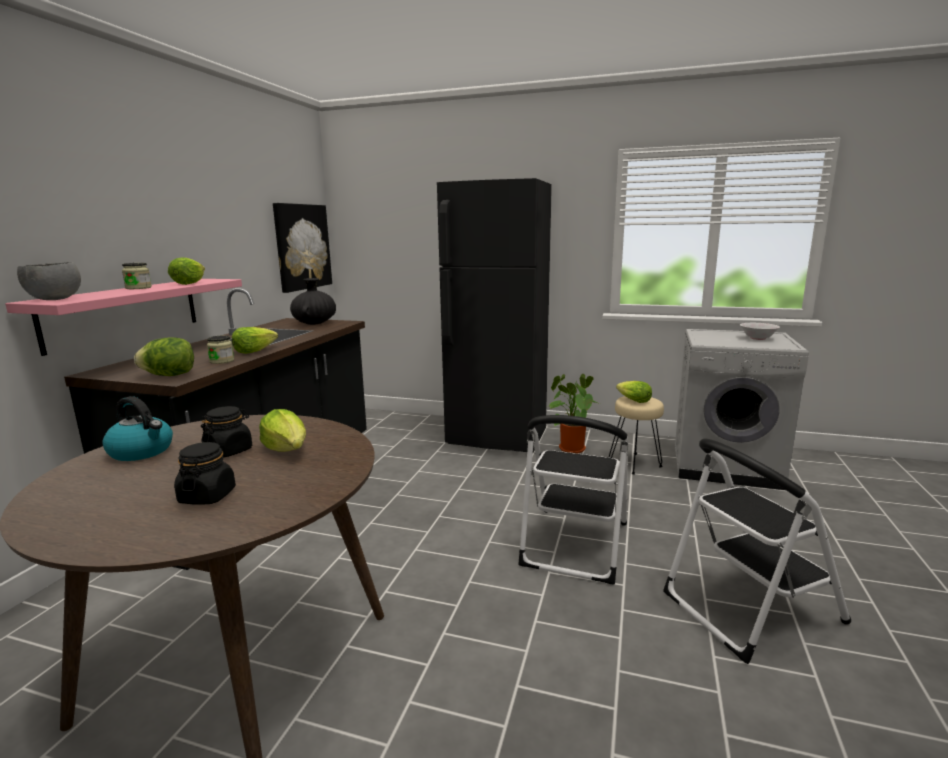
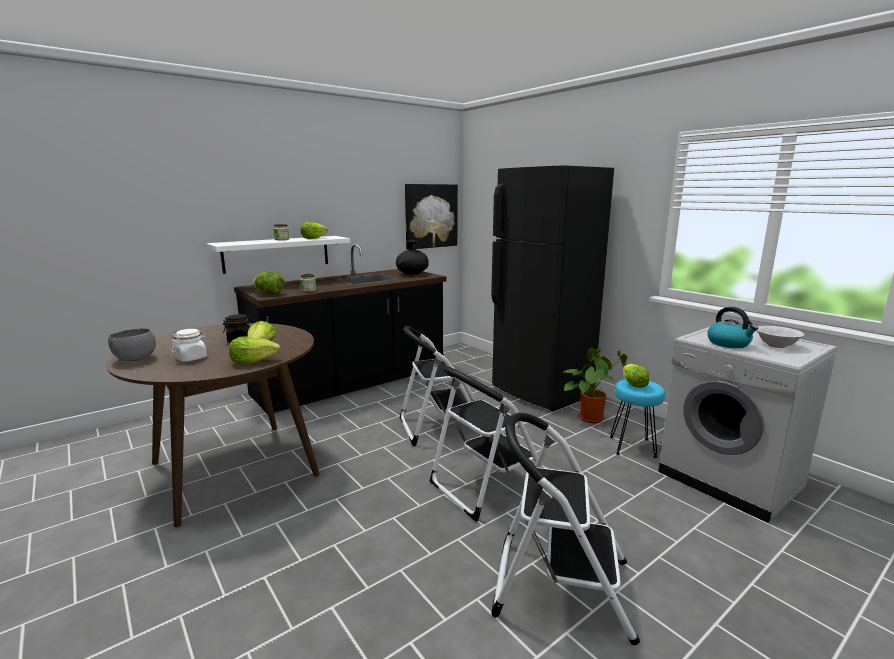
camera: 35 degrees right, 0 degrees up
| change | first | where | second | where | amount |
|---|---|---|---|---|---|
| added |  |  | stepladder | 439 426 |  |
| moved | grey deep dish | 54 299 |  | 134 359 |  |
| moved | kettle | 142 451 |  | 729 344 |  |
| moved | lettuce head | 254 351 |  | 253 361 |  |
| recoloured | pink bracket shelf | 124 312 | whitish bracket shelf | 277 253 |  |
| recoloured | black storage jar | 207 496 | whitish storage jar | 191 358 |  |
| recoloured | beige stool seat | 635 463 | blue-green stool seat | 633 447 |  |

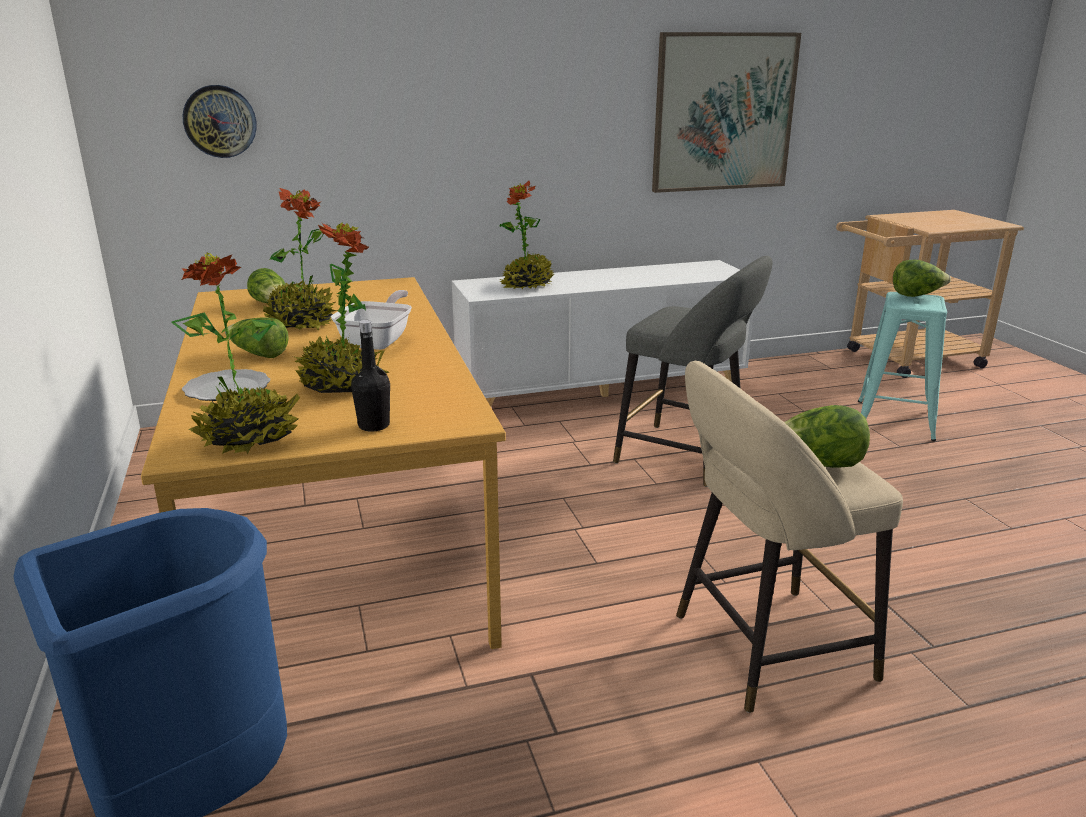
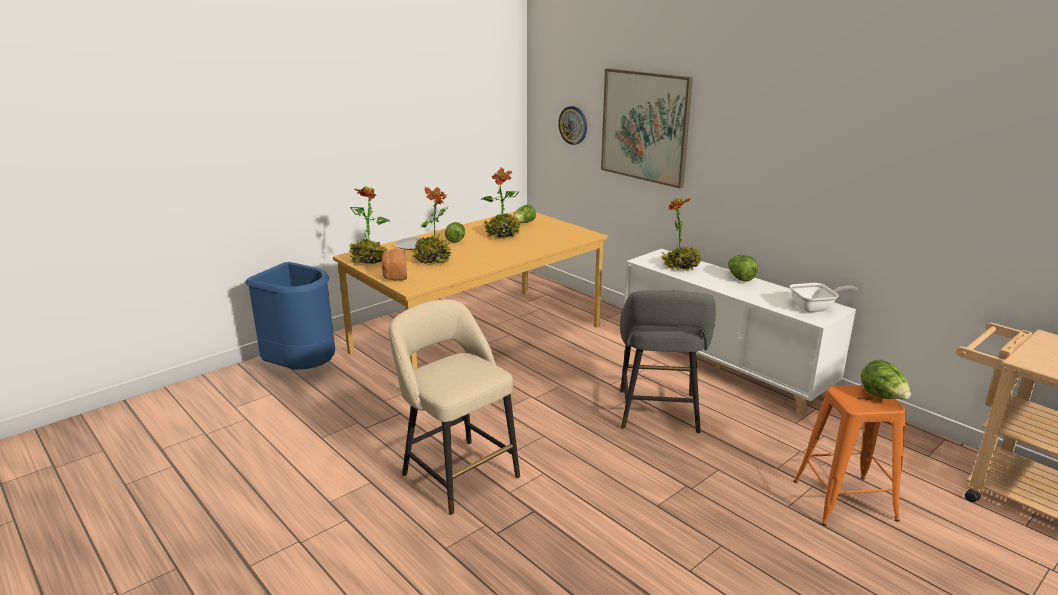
camera: 65 degrees right, 0 degrees up
| change | first | where | second | where | amount |
|---|---|---|---|---|---|
| moved | pan | 379 341 |  | 815 308 |  |
| moved | picture | 723 112 |  | 645 126 |  |
| moved | lettuce head | 819 464 |  | 740 278 |  |
| replaced | black beverage bottle | 374 425 | bread | 394 274 |  |
| recoloured | blue-green stool seat | 894 420 | orangey stool seat | 844 500 |  |

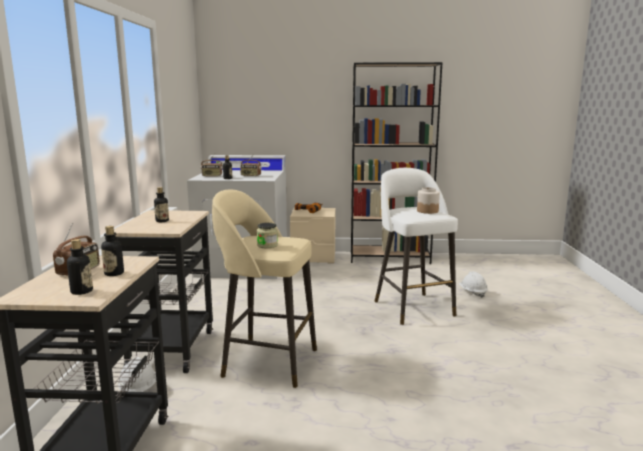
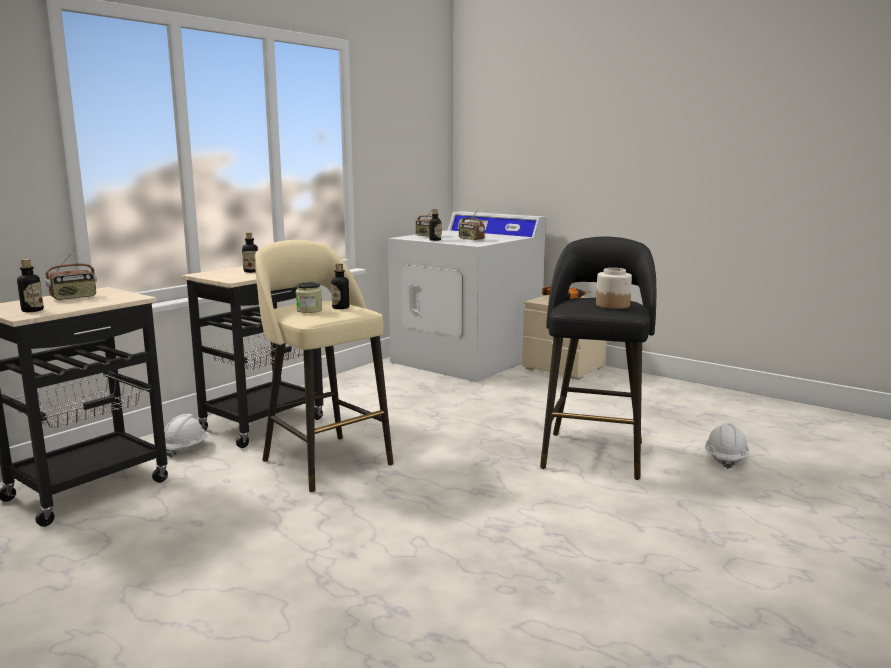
camera: 35 degrees right, 0 degrees up
| change | first | where | second | where | amount |
|---|---|---|---|---|---|
| removed | beige bookshelf | 390 257 |  |  |  |
| moved | beverage bottle | 114 273 |  | 340 308 |  |
| recoloured | whitish stool seat | 412 307 | black stool seat | 594 453 |  |

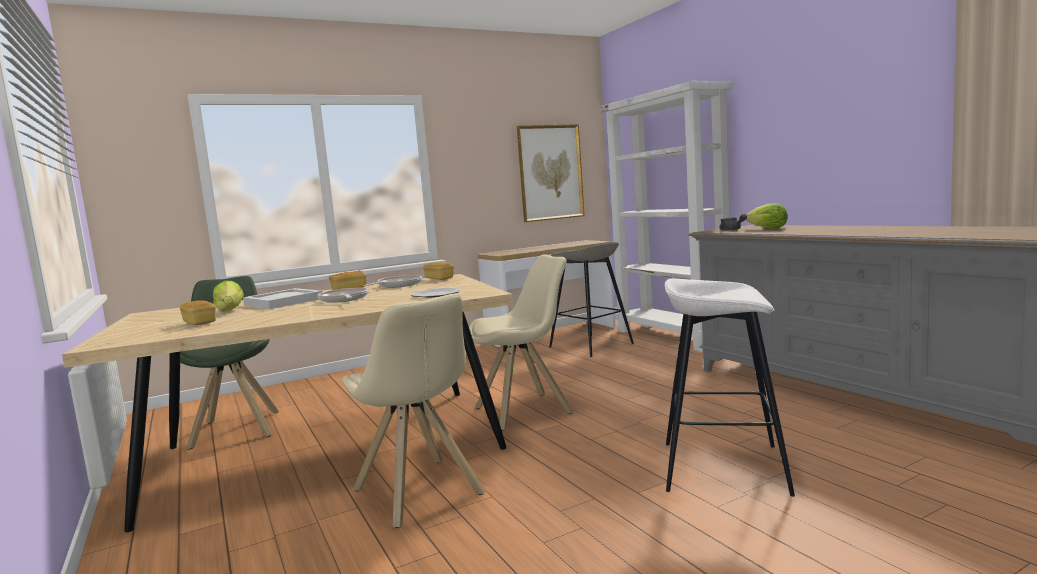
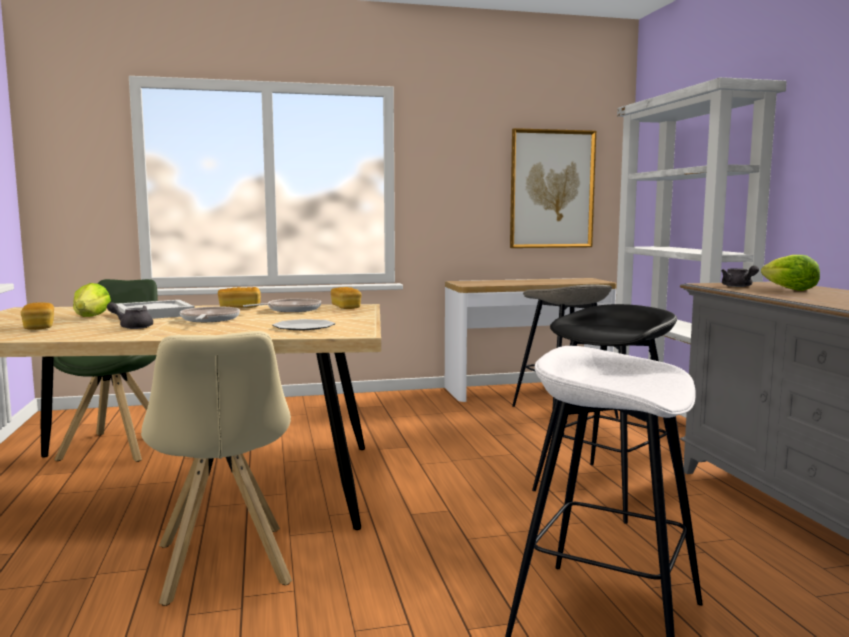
camera: 15 degrees right, 0 degrees up
| change | first | where | second | where | amount |
|---|---|---|---|---|---|
| removed | beige upright chair | 524 410 |  |  |  |
| added |  |  | grey tea pot | 133 327 |  |
| added |  |  | black stool seat | 608 490 |  |

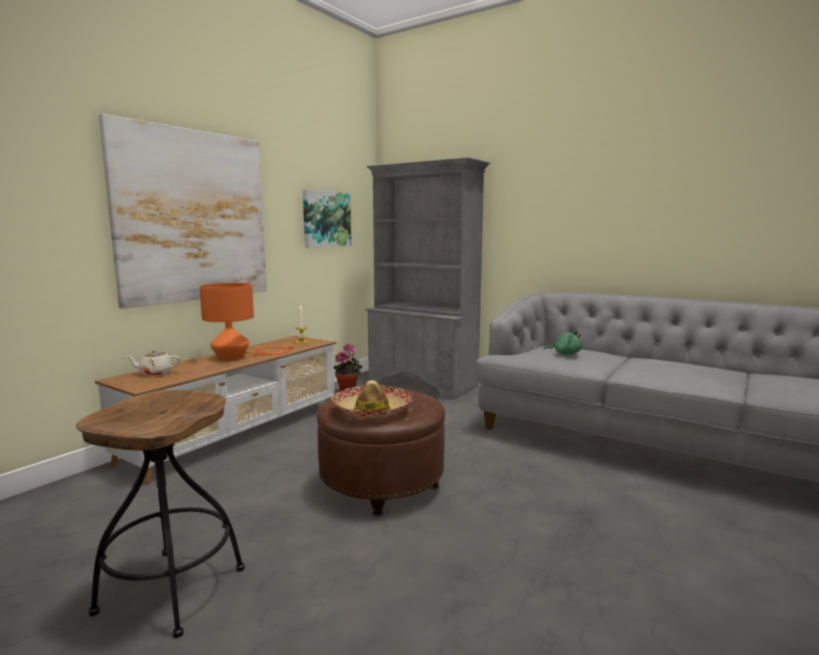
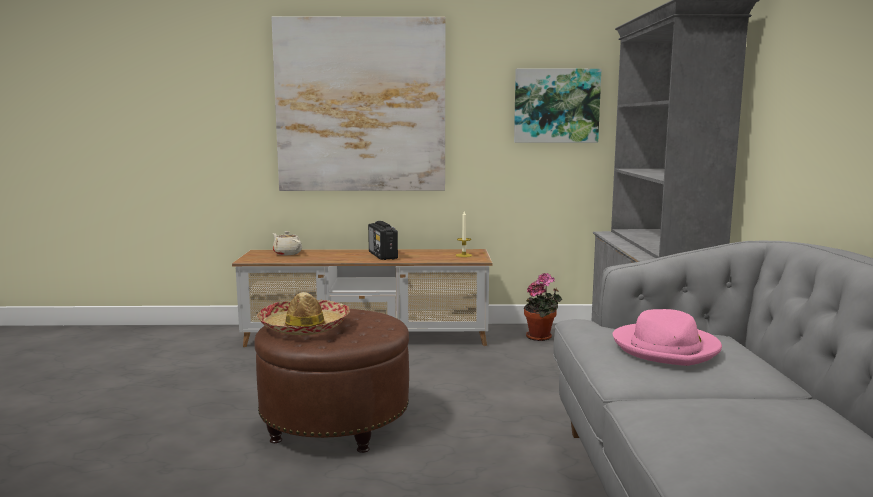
camera: 55 degrees right, 0 degrees up
| change | first | where | second | where | amount |
|---|---|---|---|---|---|
| removed | brown stool seat | 172 589 |  |  |  |
| replaced | orangey lamp for a table | 248 354 | radio receiver | 383 255 |  |
| replaced | green soft toy | 565 354 | pink clothing hat | 666 348 |  |

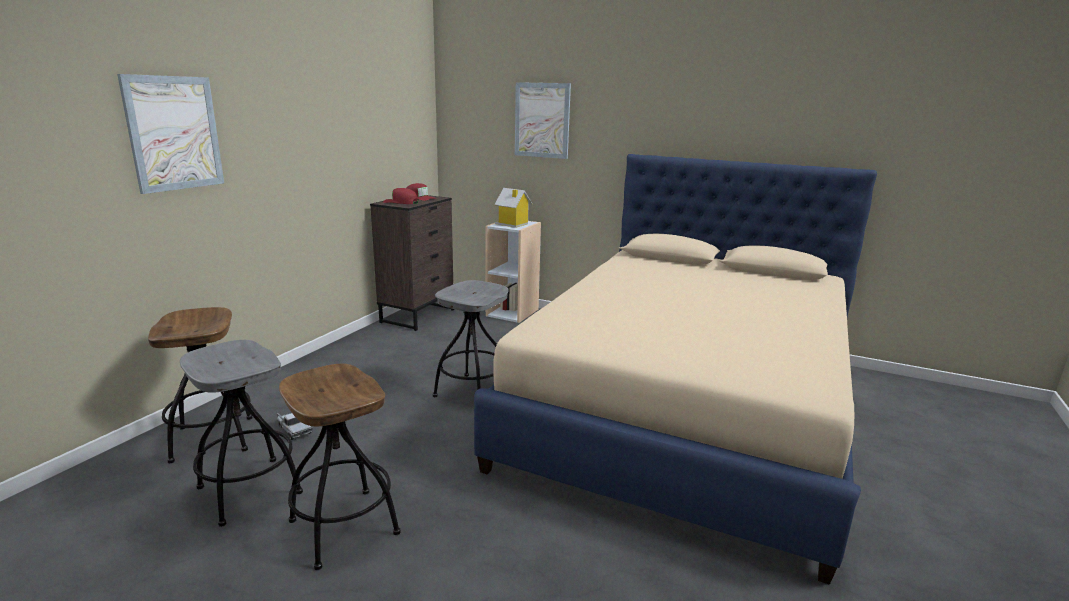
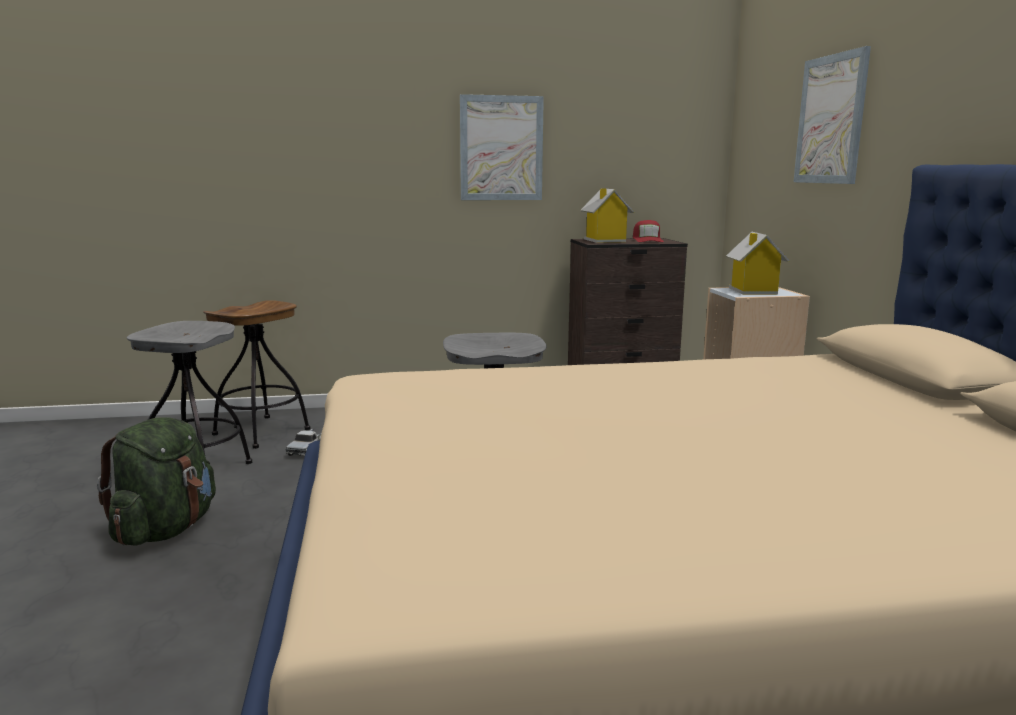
camera: 55 degrees right, 5 degrees down
| change | first | where | second | where | amount |
|---|---|---|---|---|---|
| moved | picture | 174 133 |  | 501 148 |  |
| replaced | brown stool seat | 344 526 | green backpack | 165 530 |  |
| replaced | red-coloured baseball cap | 401 202 | model house | 604 241 |  |

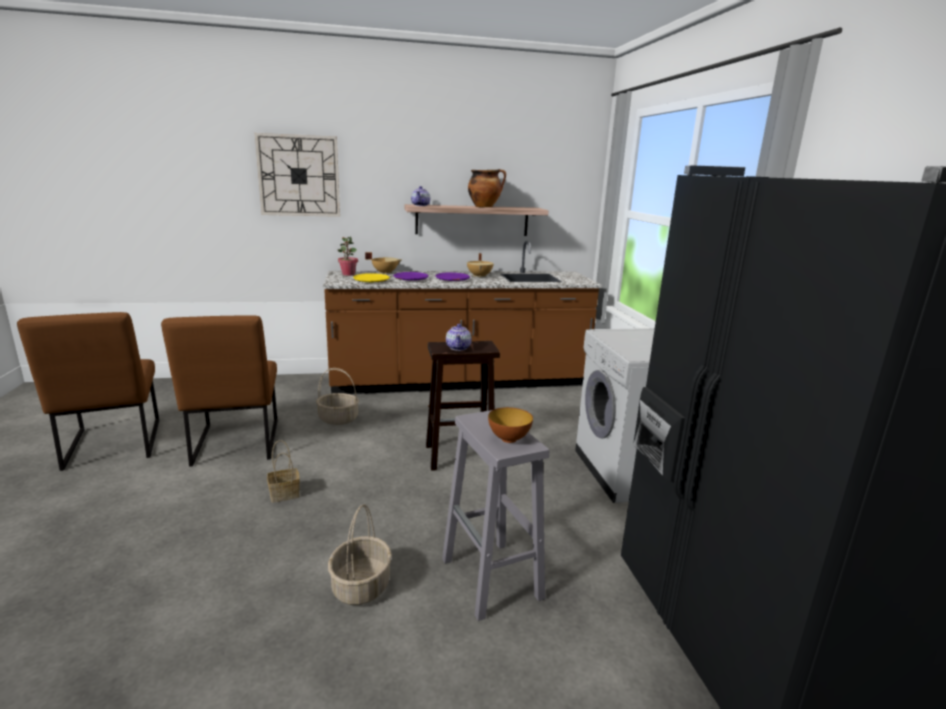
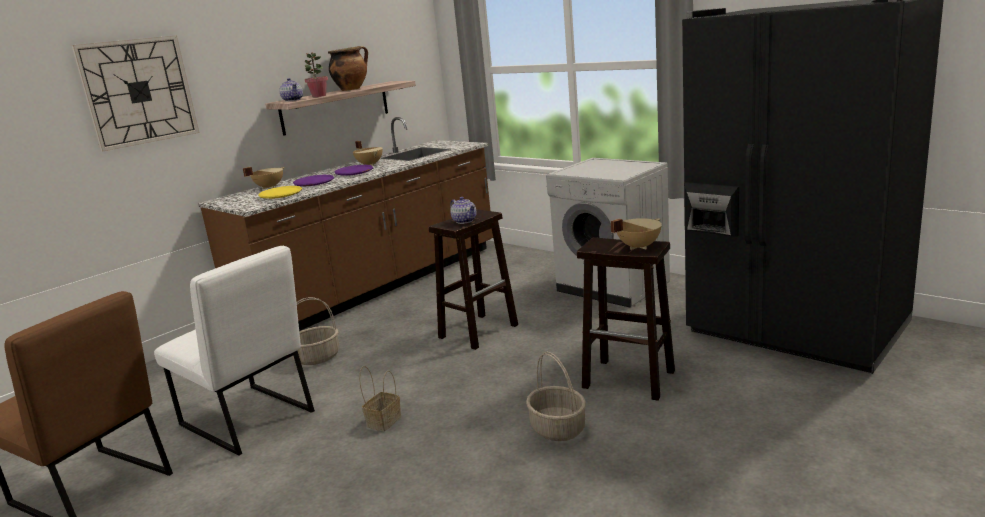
camera: 35 degrees left, 0 degrees up
| change | first | where | second | where | amount |
|---|---|---|---|---|---|
| moved | plant in a pot | 348 274 |  | 319 96 |  |
| replaced | deep dish | 509 439 | beige cooking pot | 638 246 |  |
| recoloured | brown upright chair | 235 443 | whitish upright chair | 248 419 |  |
| recoloured | grey stool seat | 492 579 | brown stool seat | 630 379 |  |

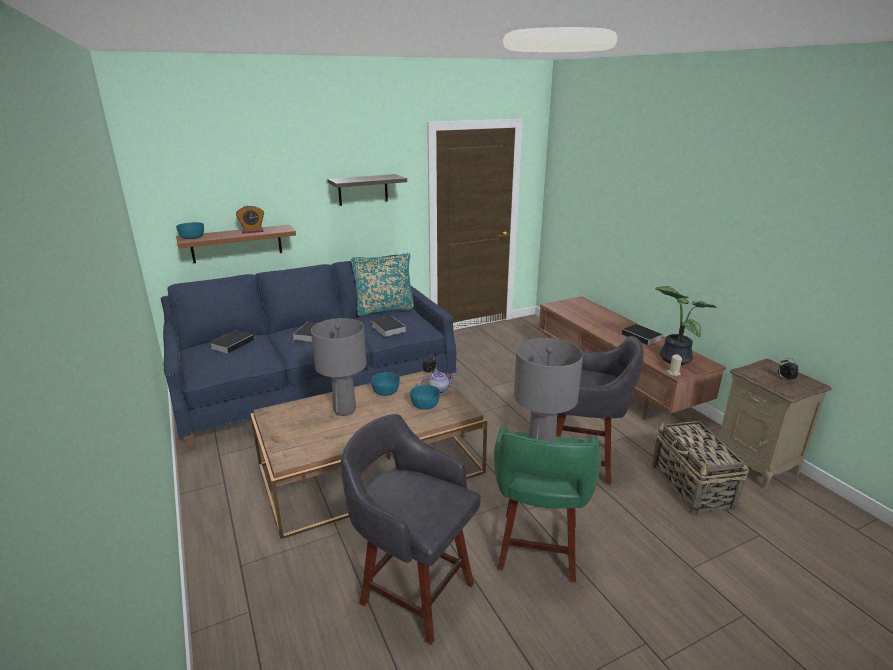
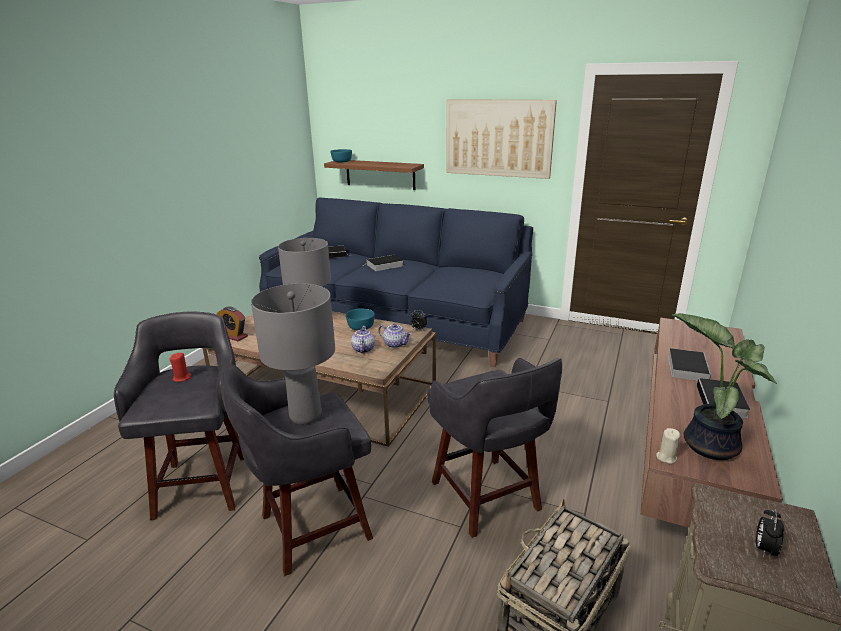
camera: 50 degrees right, 0 degrees up
| change | first | where | second | where | amount |
|---|---|---|---|---|---|
| removed | blue-green cushion | 385 310 |  |  |  |
| added |  |  | red-coloured wax candle | 182 378 |  |
| moved | bedside clock | 252 231 |  | 234 336 |  |
| moved | bound book | 387 328 |  | 687 367 |  |
| replaced | bracket shelf | 363 190 | picture | 498 138 |  |
| replaced | blue-green deep dish | 425 405 | tea pot | 362 349 |  |
| recoloured | green stool seat | 537 550 | grey stool seat | 310 529 |  |

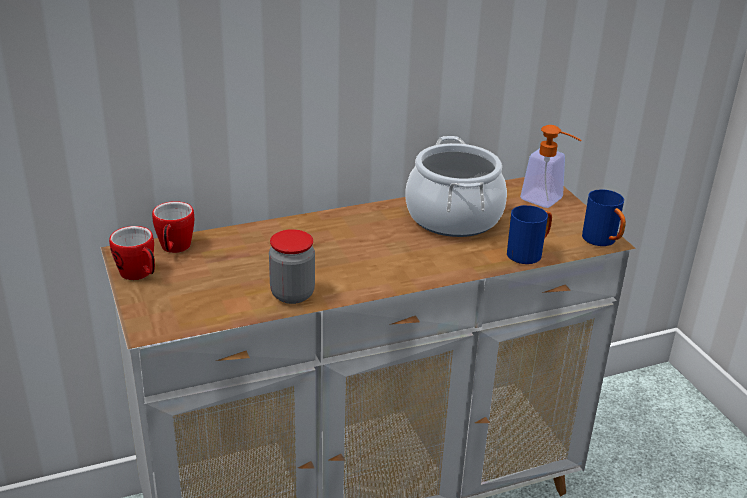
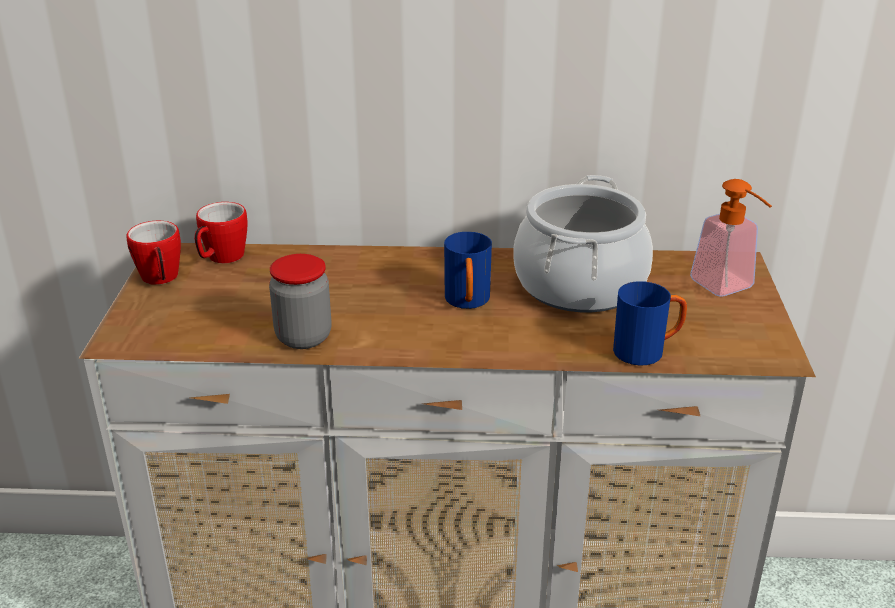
camera: 25 degrees right, 0 degrees up
| change | first | where | second | where | amount |
|---|---|---|---|---|---|
| moved | blue-coloured mug | 603 242 |  | 468 303 |  |

